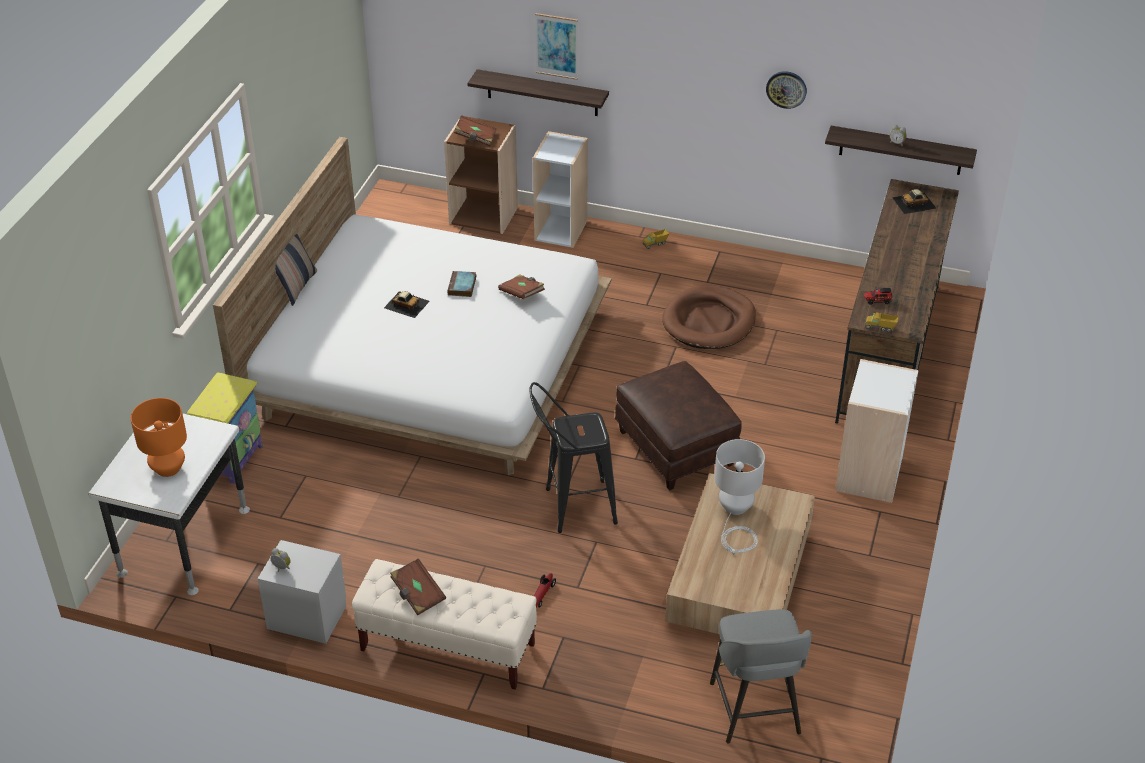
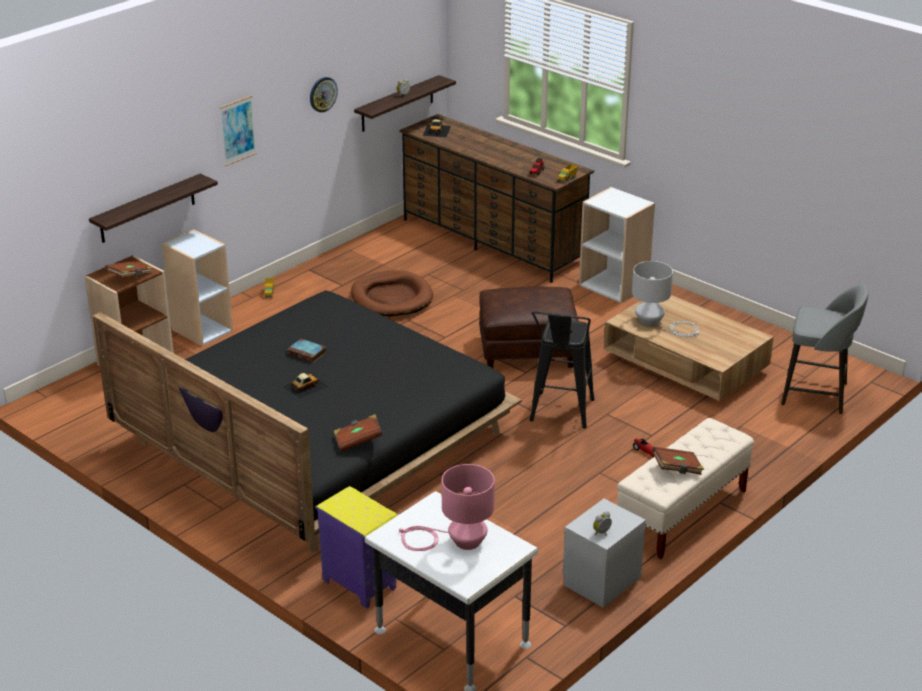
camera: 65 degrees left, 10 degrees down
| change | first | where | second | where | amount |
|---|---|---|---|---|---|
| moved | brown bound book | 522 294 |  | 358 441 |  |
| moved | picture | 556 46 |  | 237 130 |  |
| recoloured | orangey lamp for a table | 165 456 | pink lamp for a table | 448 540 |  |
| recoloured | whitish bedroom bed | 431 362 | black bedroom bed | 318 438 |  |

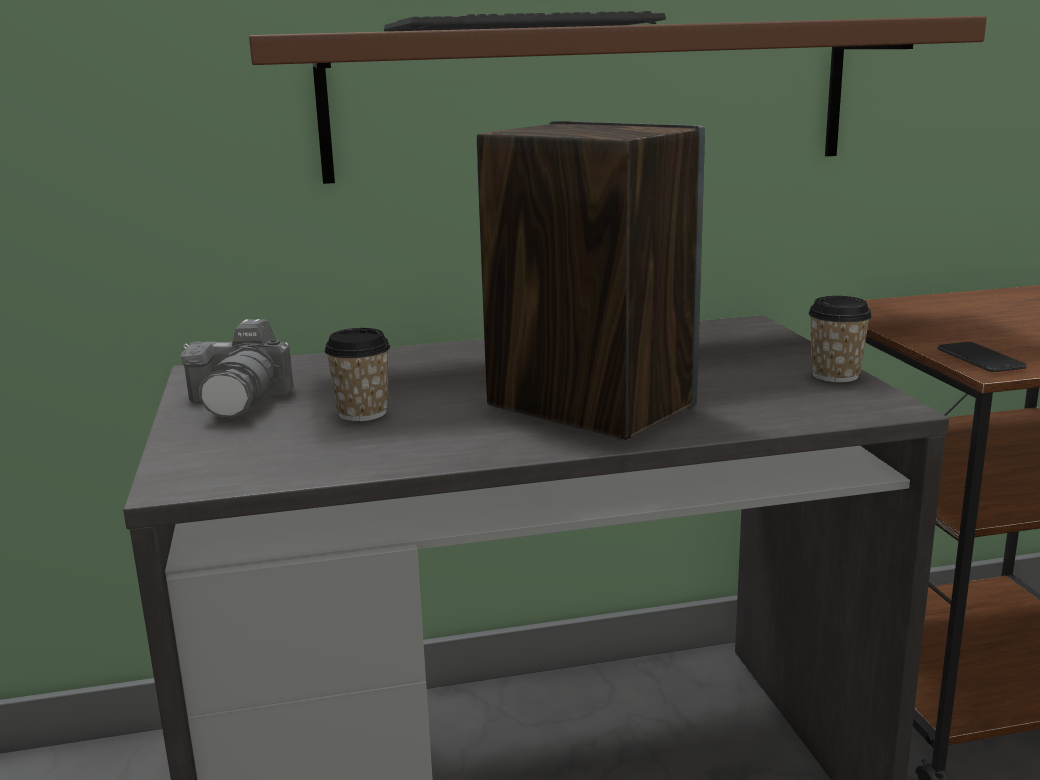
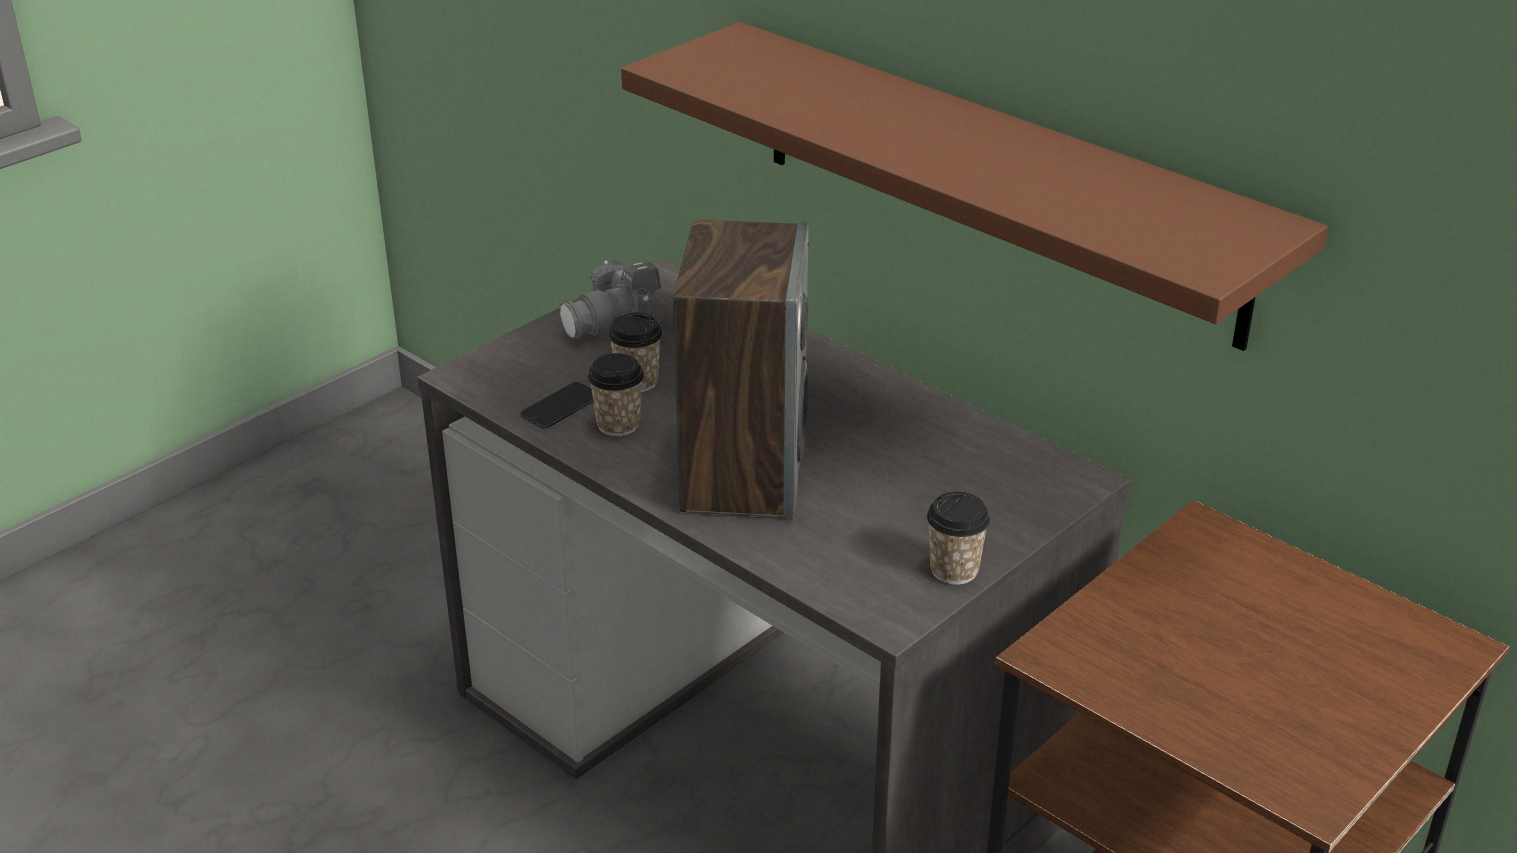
camera: 55 degrees right, 15 degrees up
| change | first | where | second | where | amount |
|---|---|---|---|---|---|
| removed | keyboard | 524 27 |  |  |  |
| added |  |  | cup | 618 425 |  |
| moved | telephone | 980 359 |  | 560 406 |  |

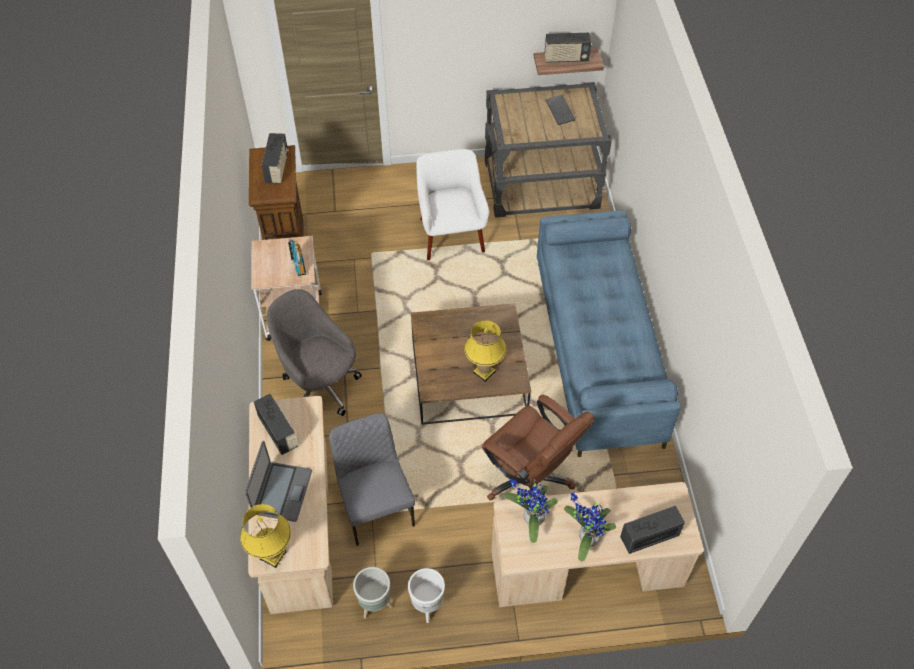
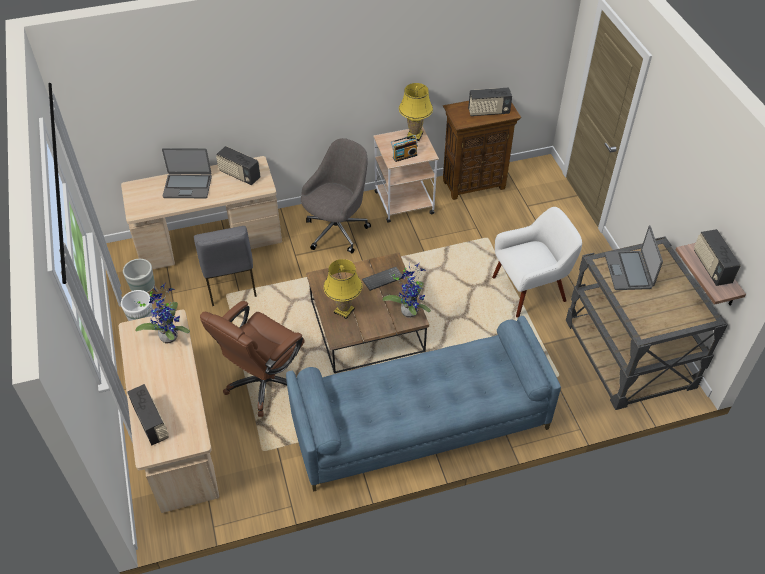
camera: 80 degrees right, 5 degrees down
| change | first | where | second | where | amount |
|---|---|---|---|---|---|
| added |  |  | notebook computer | 629 271 |  |
| moved | yellow-coloured lamp for a table | 273 555 |  | 414 136 |  |
| moved | keyboard | 561 111 |  | 382 280 |  |
| moved | plant in a pot | 586 537 |  | 409 310 |  |
| turned | radio receiver | 279 432 |  | 239 175 | 75 degrees clockwise |
| turned | grey upright chair | 375 506 |  | 230 283 | 105 degrees clockwise |

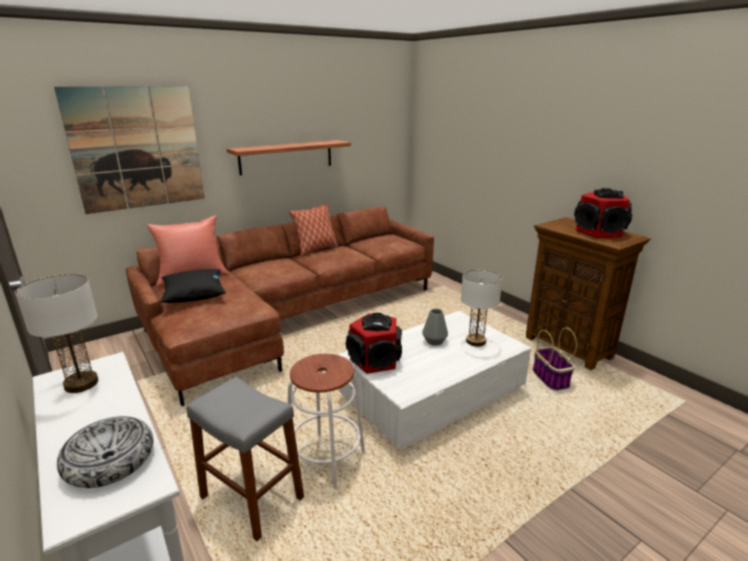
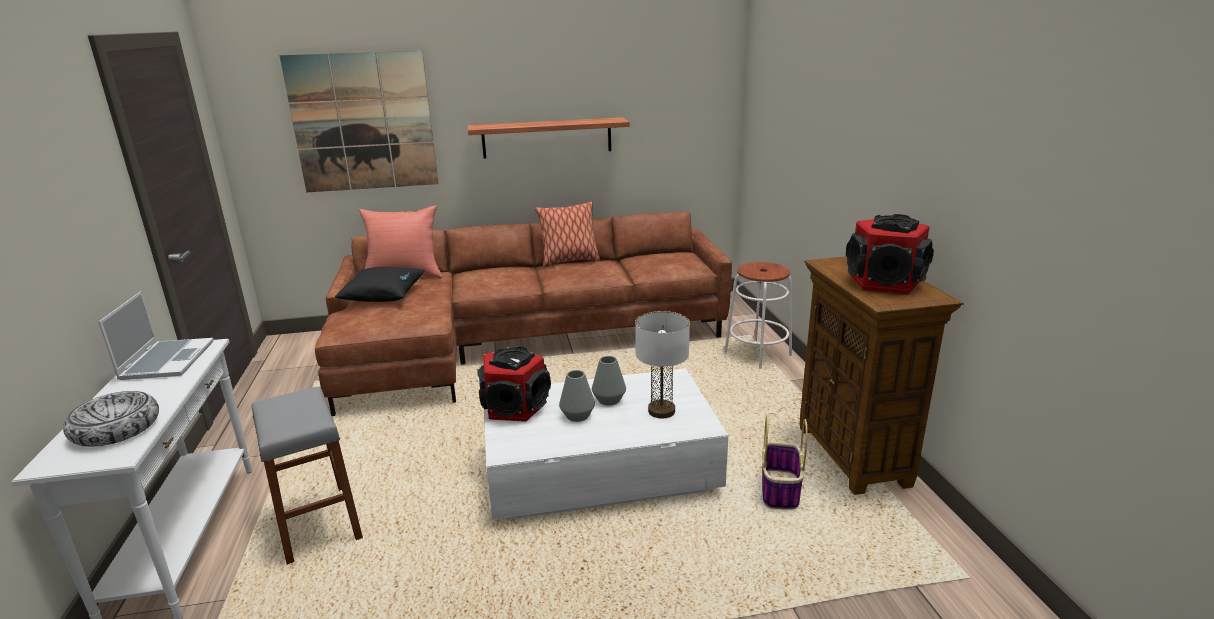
camera: 25 degrees right, 0 degrees up
| change | first | where | second | where | amount |
|---|---|---|---|---|---|
| added |  |  | grey flower vase | 577 415 |  |
| moved | whitish stool seat | 326 460 |  | 757 354 |  |
| replaced | lamp for a table | 81 384 | notebook computer | 167 360 |  |

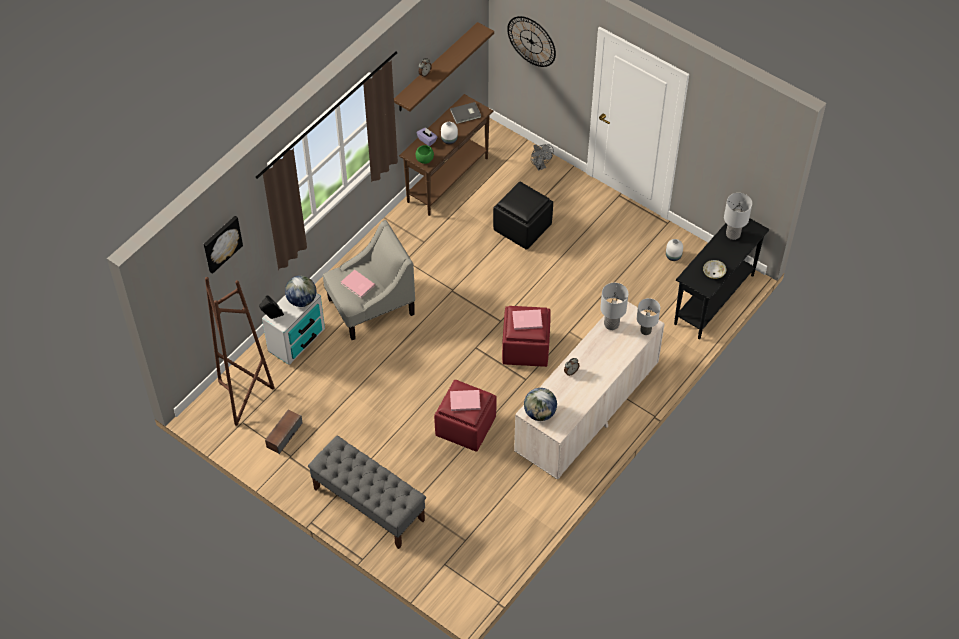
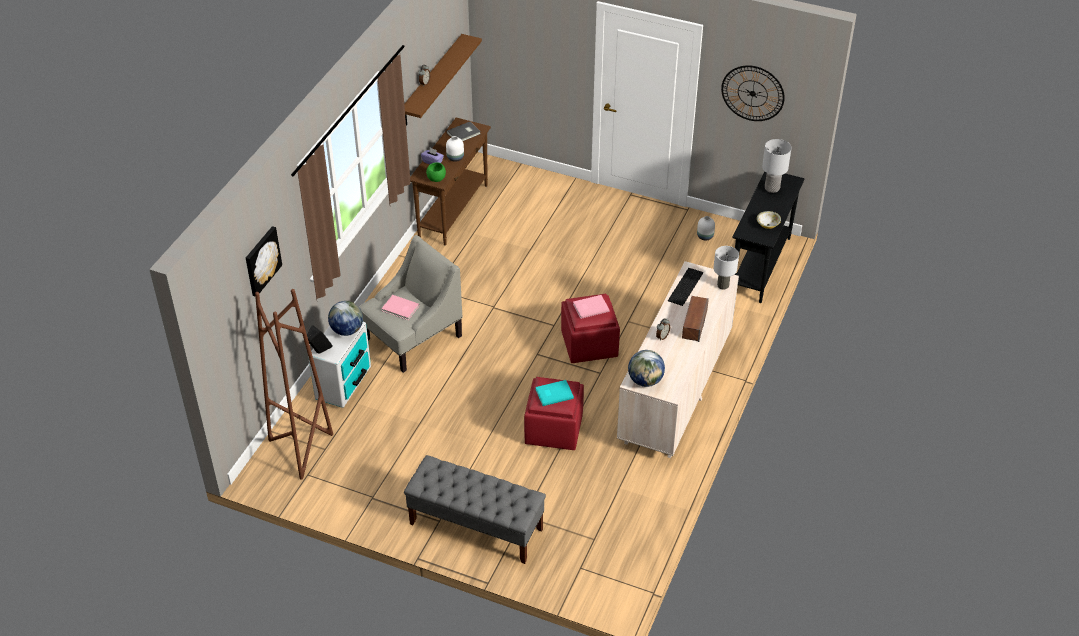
camera: 15 degrees left, 10 degrees down
| change | first | where | second | where | amount |
|---|---|---|---|---|---|
| removed | black pouffe | 522 227 |  |  |  |
| removed | grey fan | 540 166 |  |  |  |
| moved | loudspeaker | 284 435 |  | 694 324 |  |
| moved | hanging clock | 531 41 |  | 752 93 |  |
| replaced | grey lamp for a table | 611 325 | keyboard | 686 287 |  |
| recoloured | pink bound book | 464 400 | blue-green bound book | 553 393 |  |

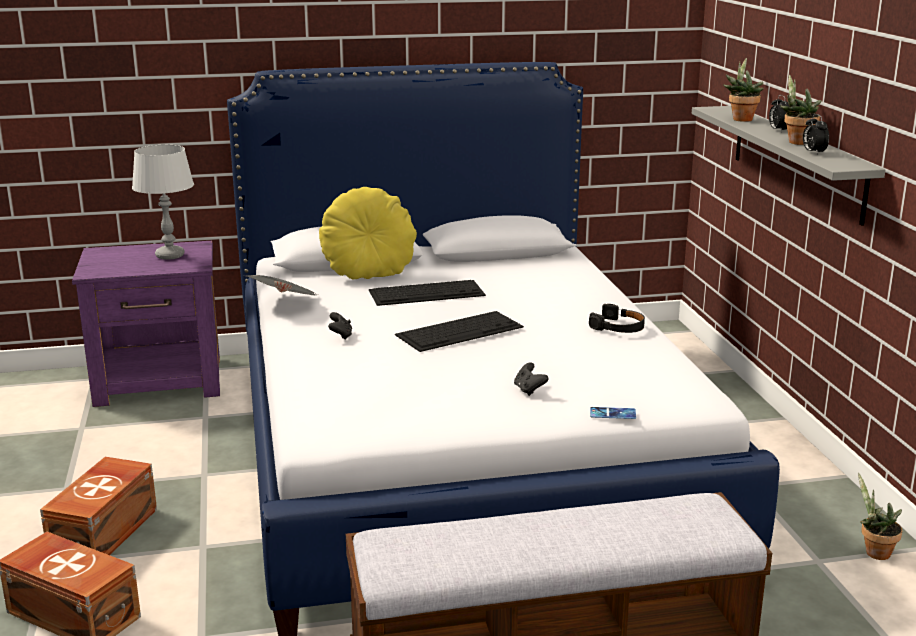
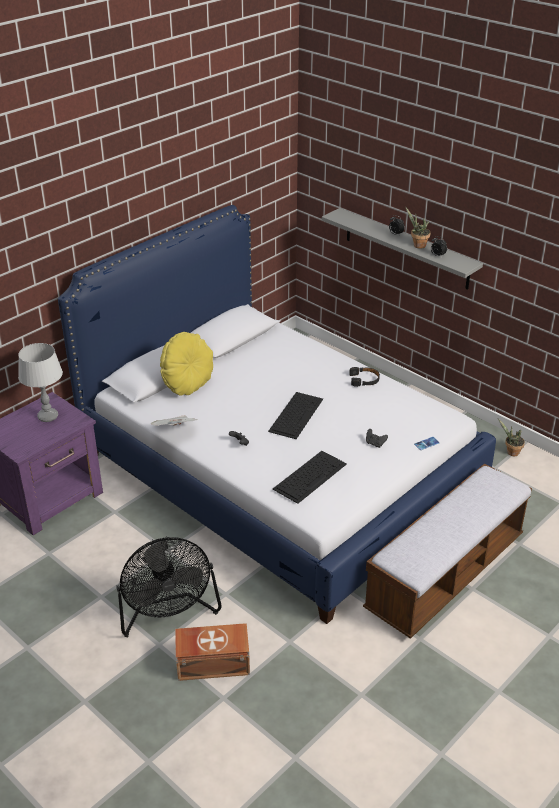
camera: 35 degrees left, 15 degrees up
| change | first | where | second | where | amount |
|---|---|---|---|---|---|
| removed | plant in a pot | 741 119 |  |  |  |
| moved | keyboard | 427 292 |  | 310 476 |  |
| replaced | brown storage bin | 106 532 | black fan | 164 611 |  |

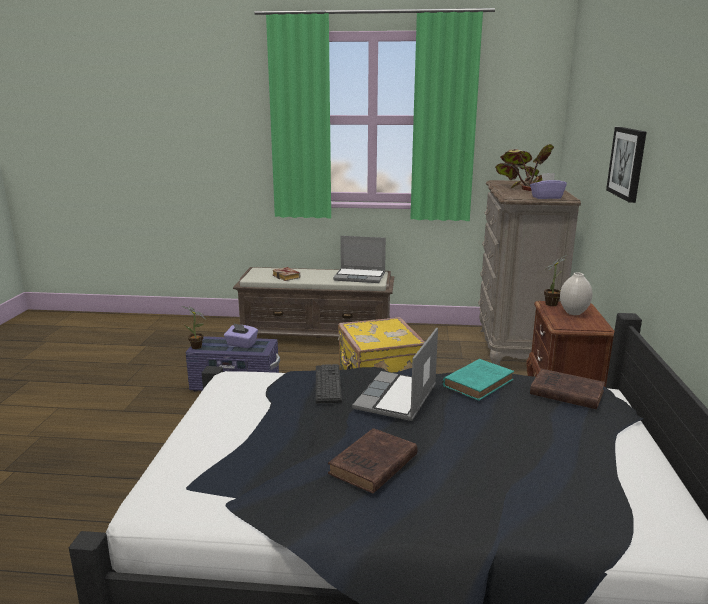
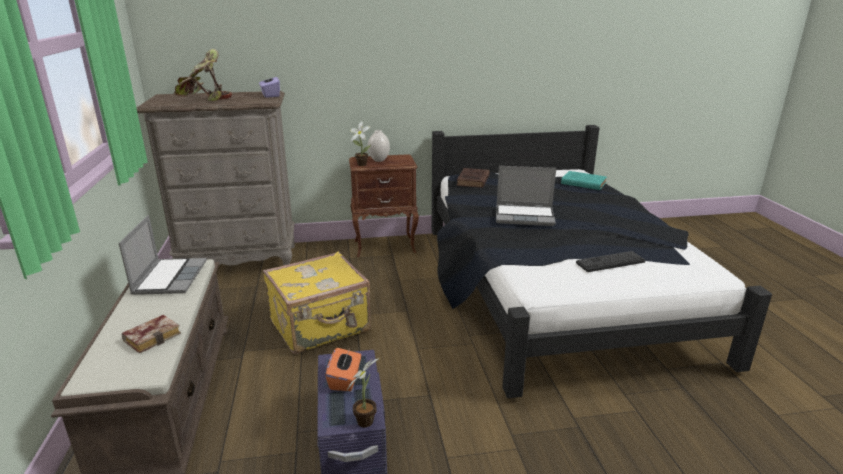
camera: 105 degrees left, 5 degrees up
| change | first | where | second | where | amount |
|---|---|---|---|---|---|
| removed | brown bound book | 372 466 |  |  |  |
| removed | picture | 627 163 |  |  |  |
| moved | keyboard | 328 384 |  | 610 262 |  |
| moved | blue-green bound book | 479 382 |  | 582 183 |  |
| recoloured | purple-coloured tissue holder | 241 344 | orangey tissue holder | 345 380 |  |

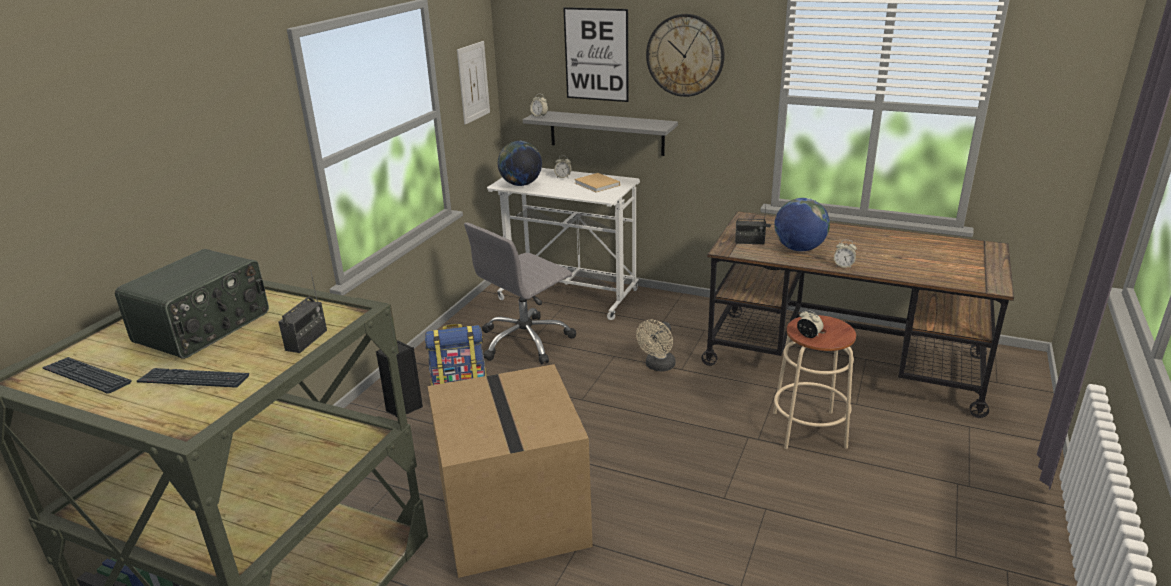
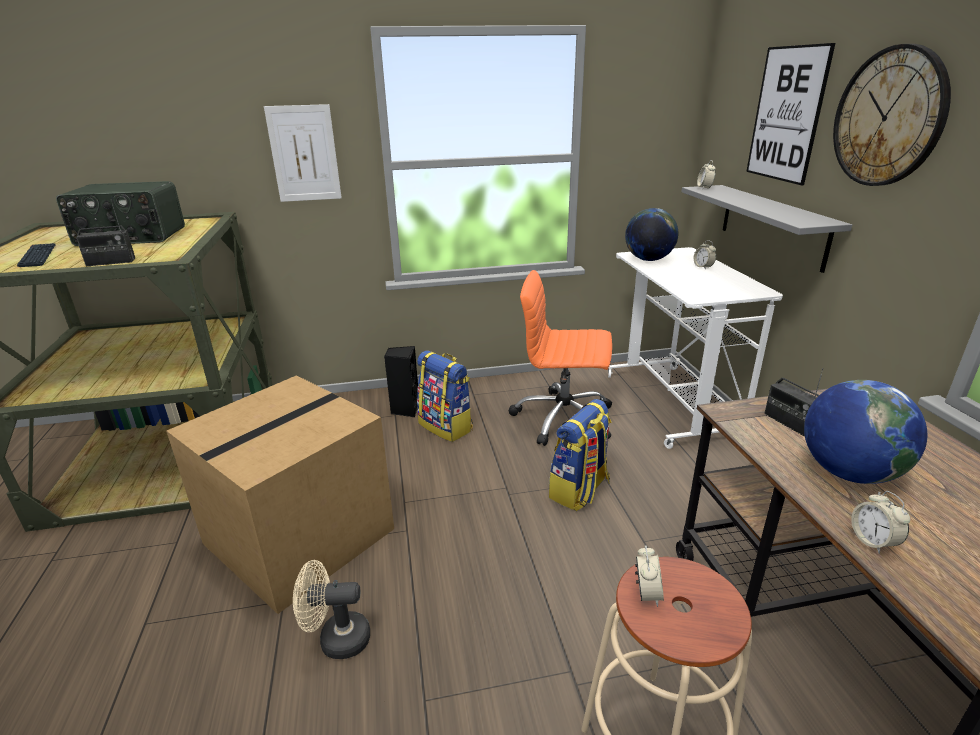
camera: 55 degrees right, 0 degrees up
| change | first | where | second | where | amount |
|---|---|---|---|---|---|
| removed | keyboard | 87 376 |  |  |  |
| removed | beige bound book | 597 184 |  |  |  |
| added |  |  | backpack | 579 490 |  |
| moved | picture | 473 82 |  | 304 154 |  |
| moved | beige fan | 658 367 |  | 336 639 |  |
| recoloured | grey office chair | 525 341 | orangey office chair | 562 418 |  |

